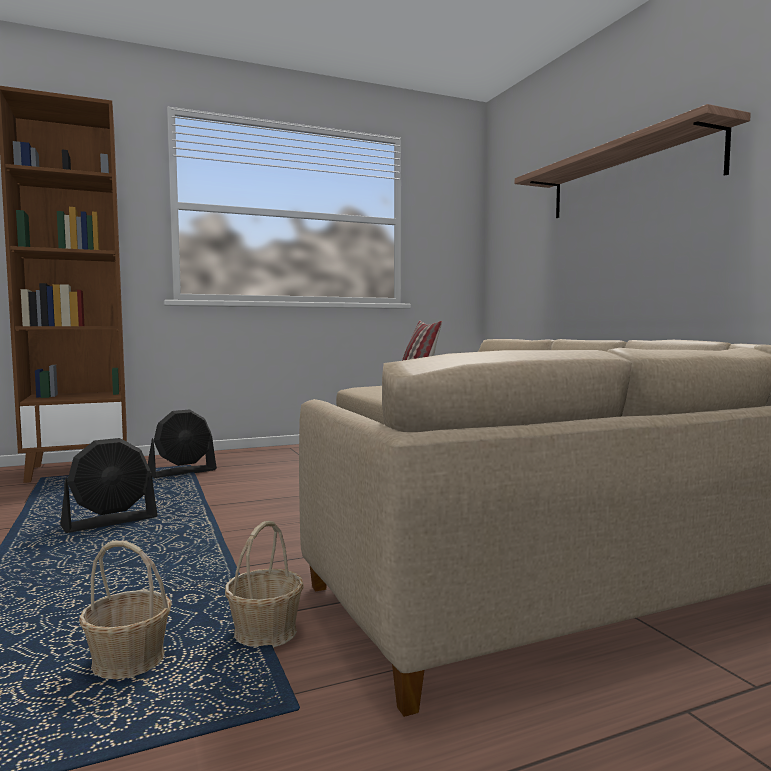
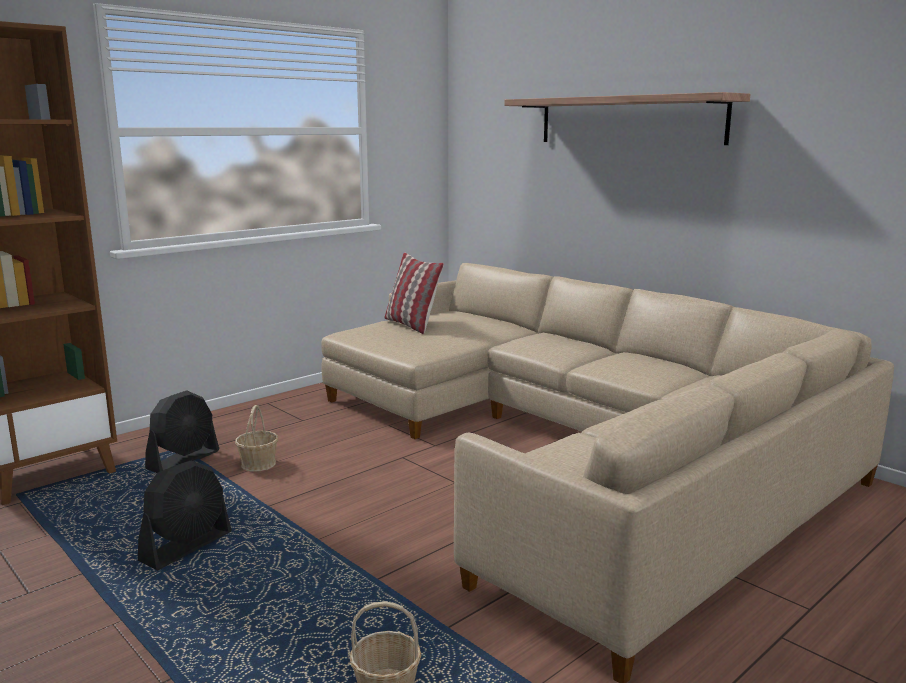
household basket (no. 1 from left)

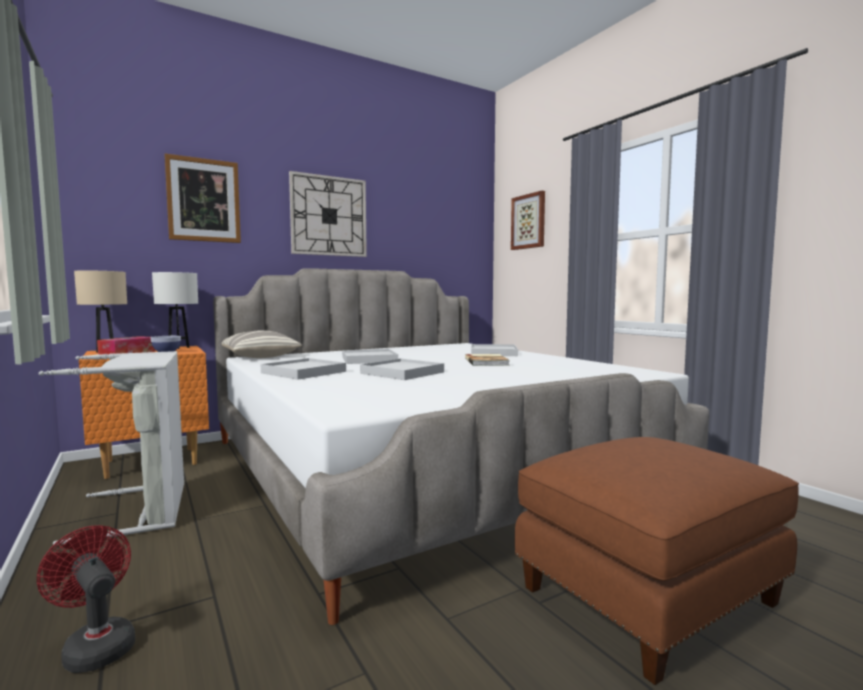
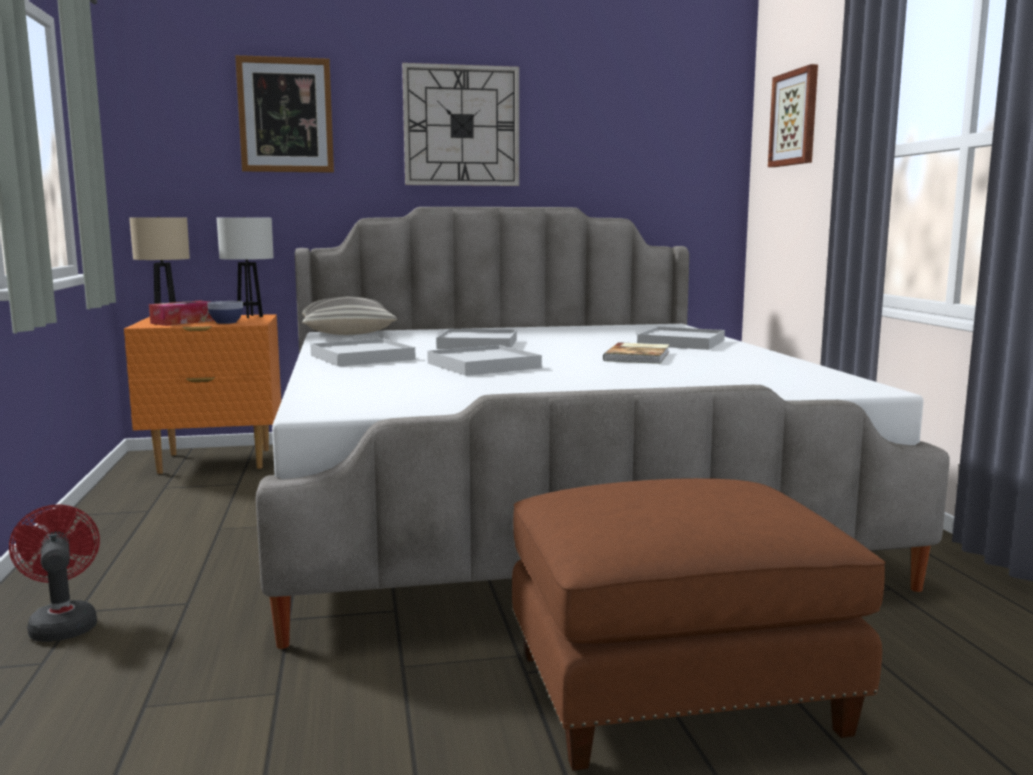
gray washing basket

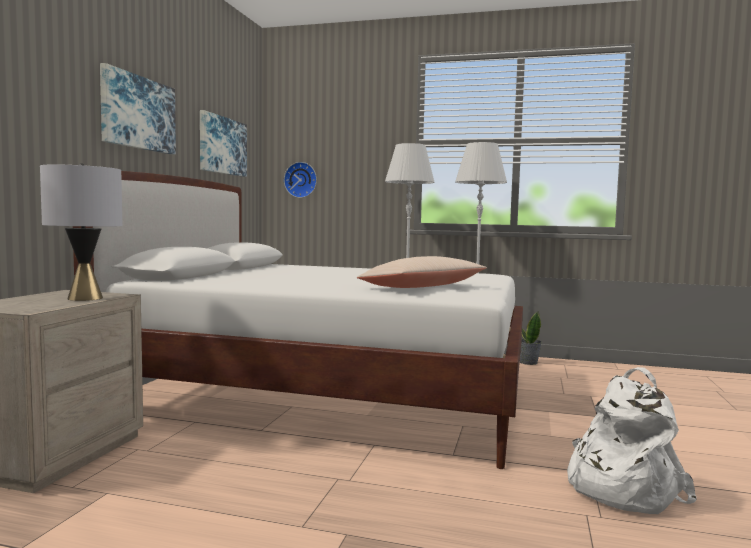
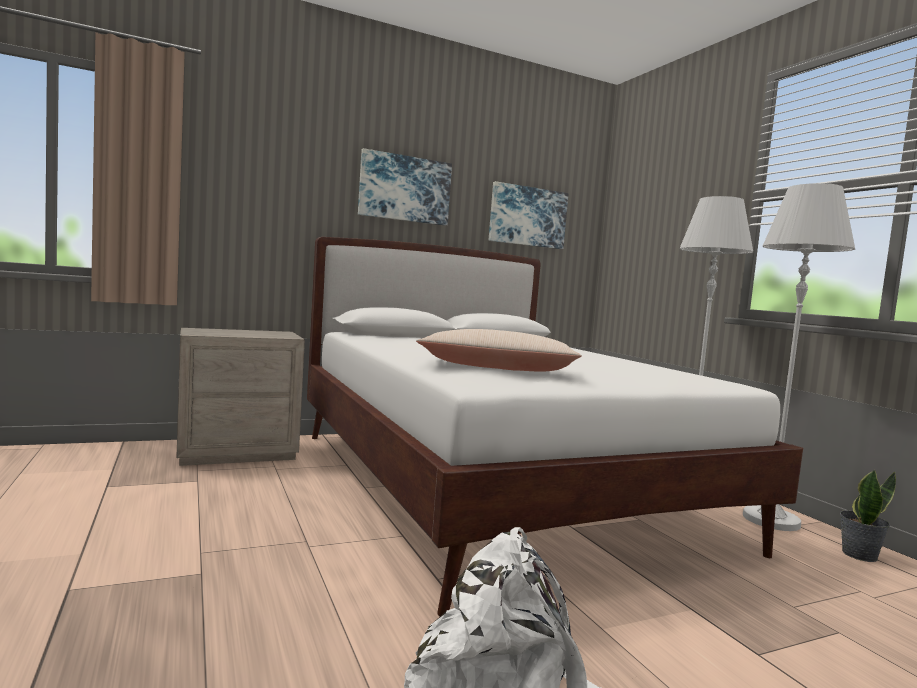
gray tabletop lamp
wall clock

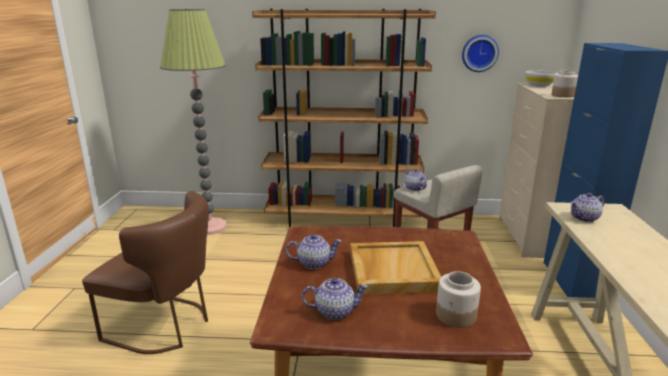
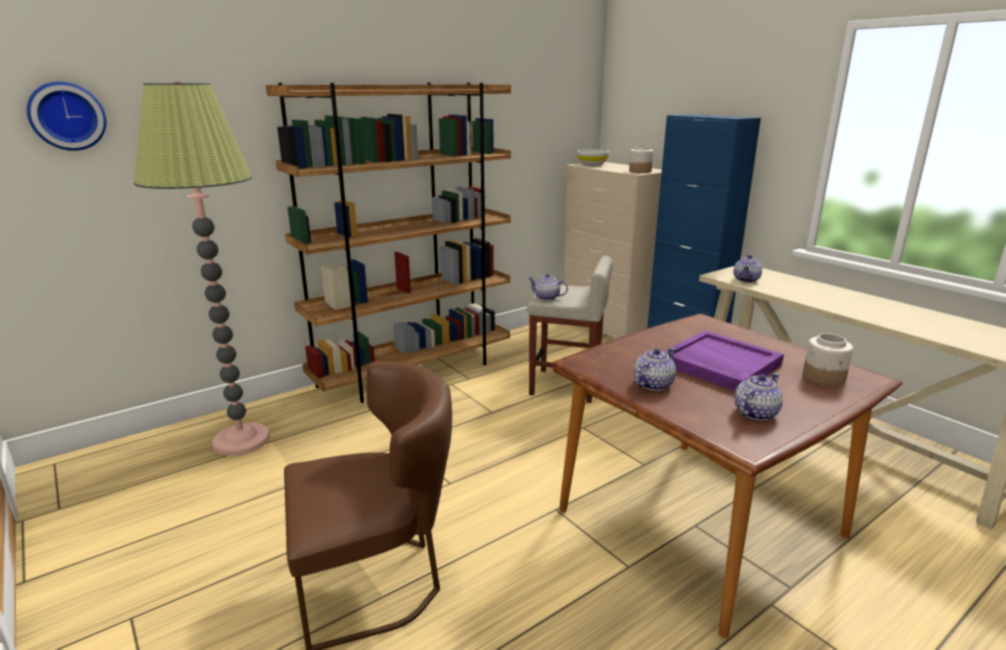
purplish serving tray
wall clock

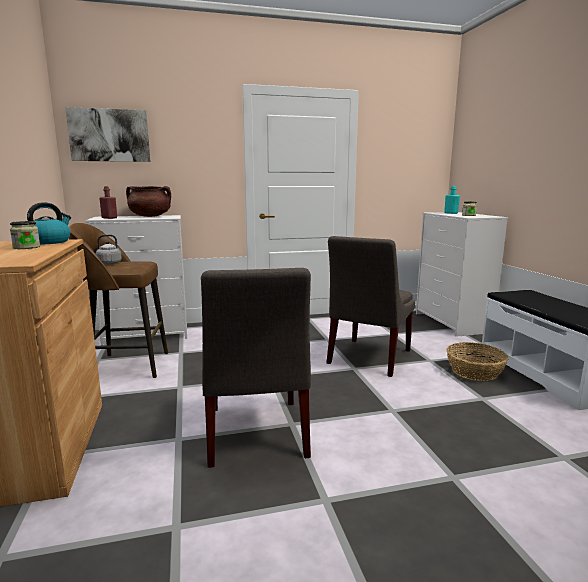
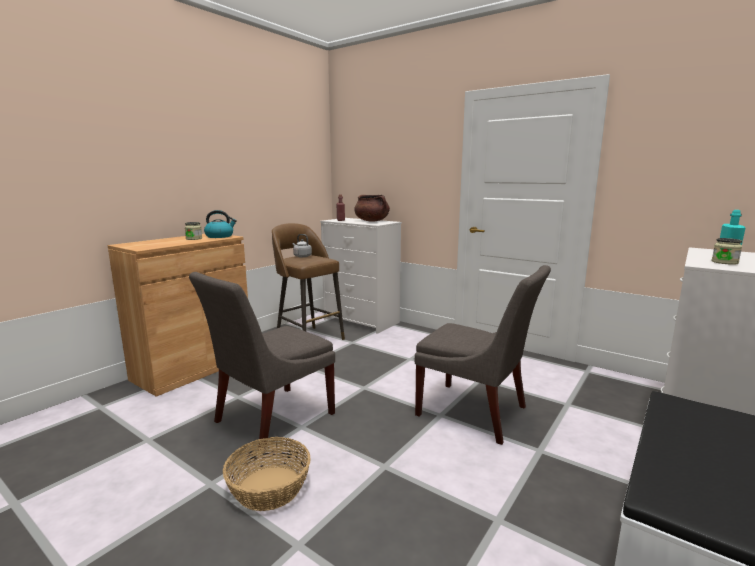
wall picture
gray chair (no. 2 from left)
household basket

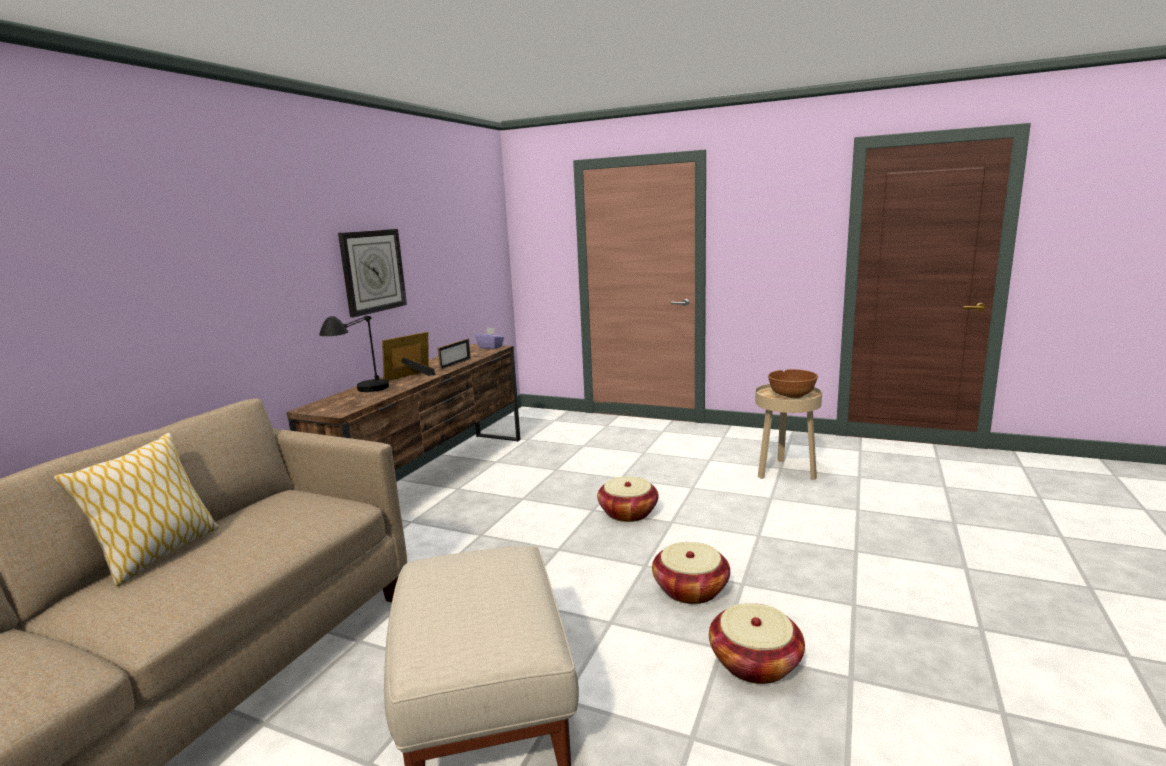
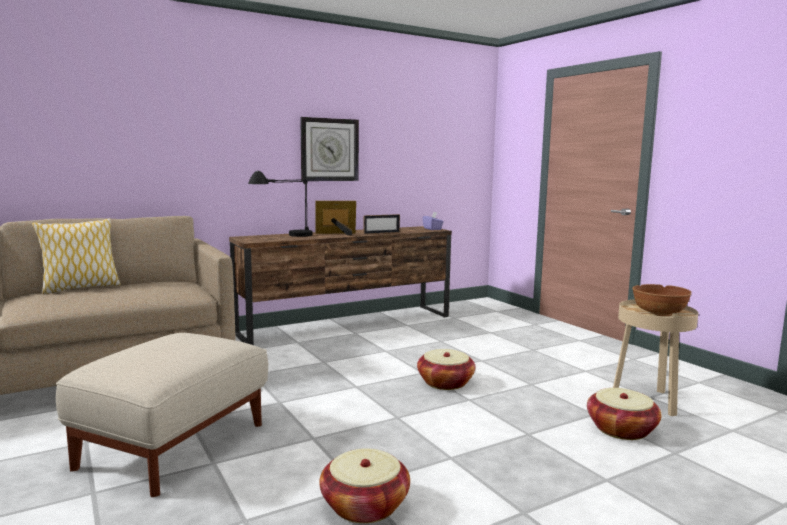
household basket (no. 3 from left)

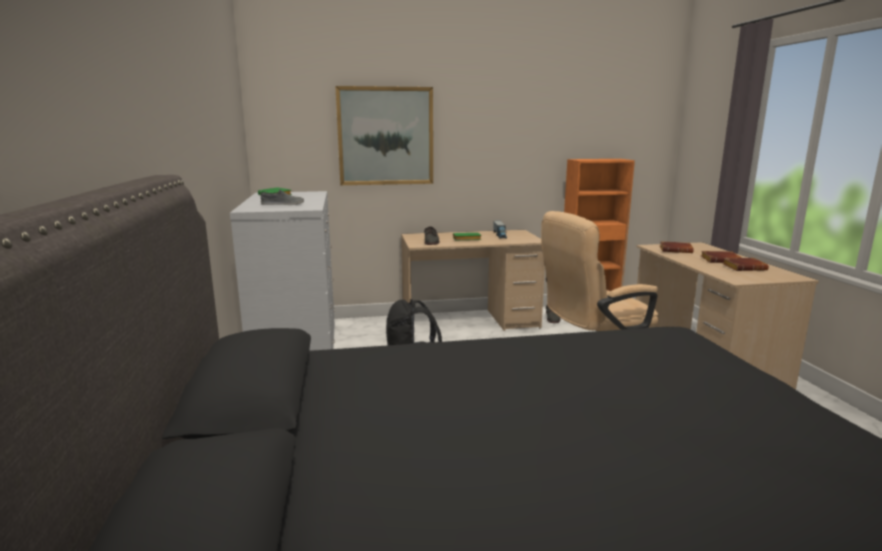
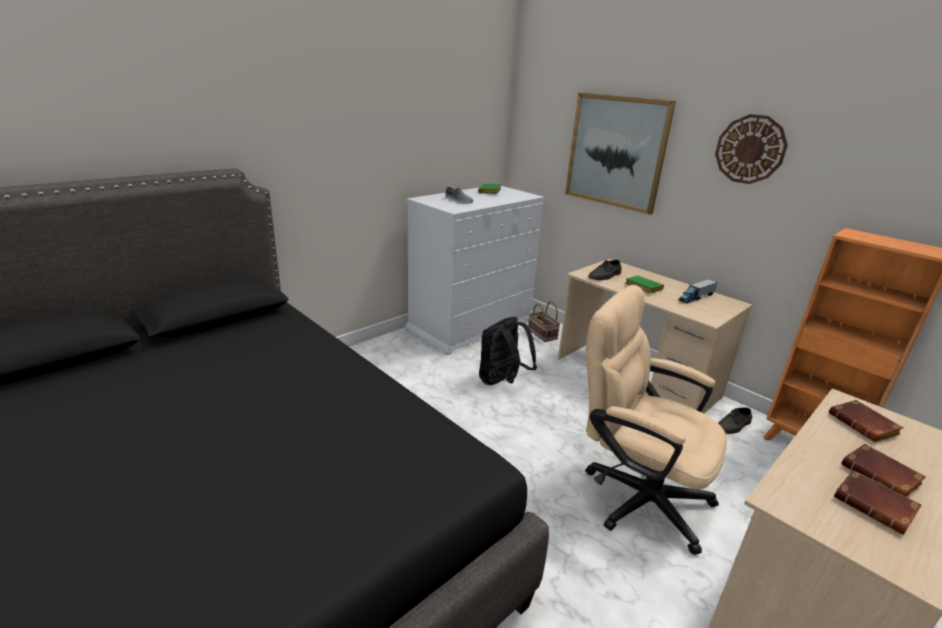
household basket
wall clock

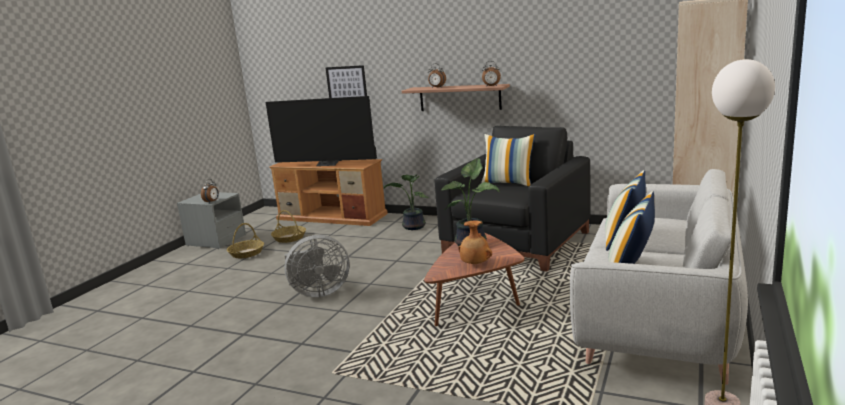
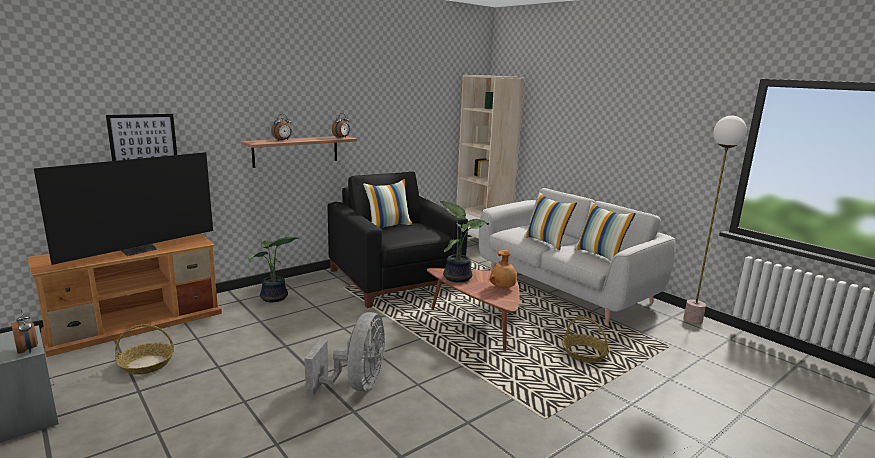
household basket (no. 2 from left)

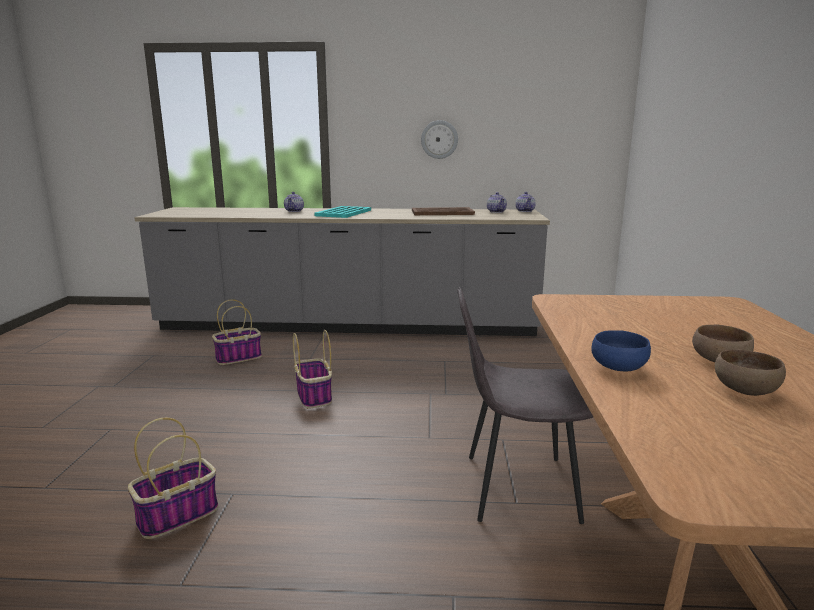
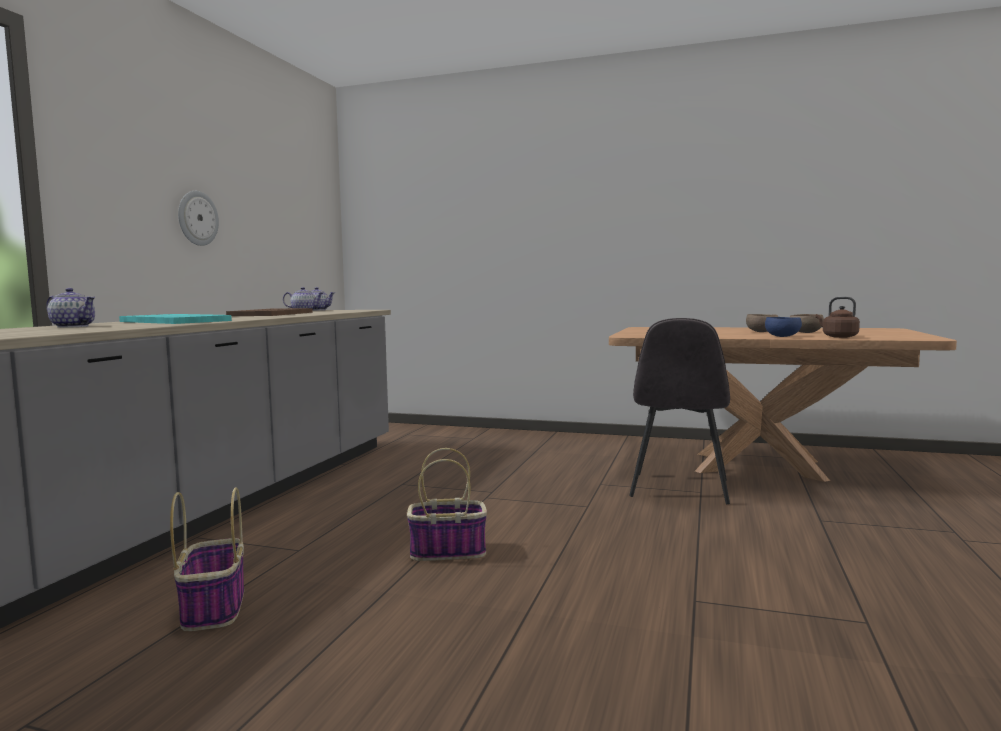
household basket (no. 1 from left in the first image)
brownish water kettle

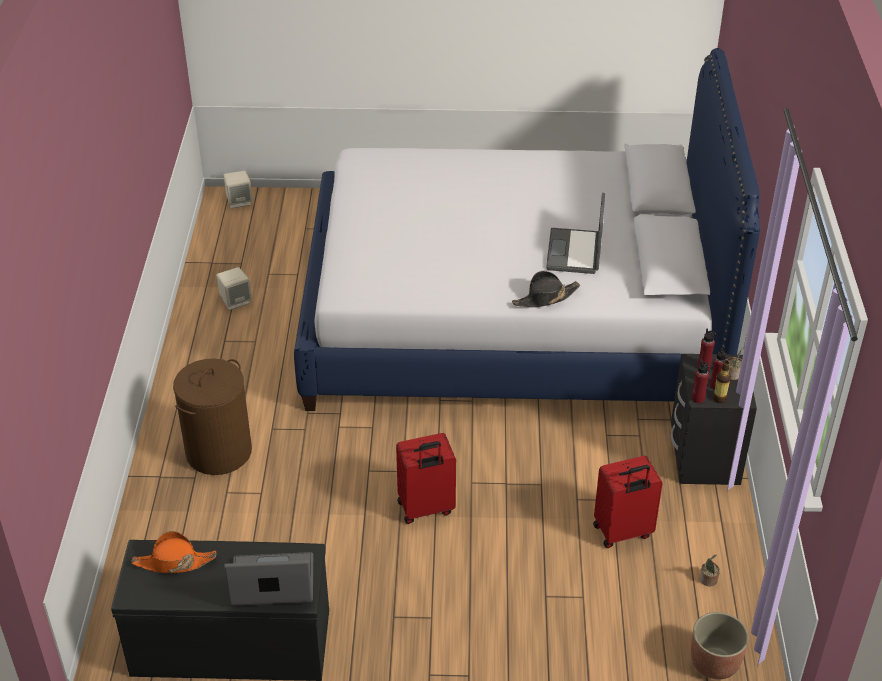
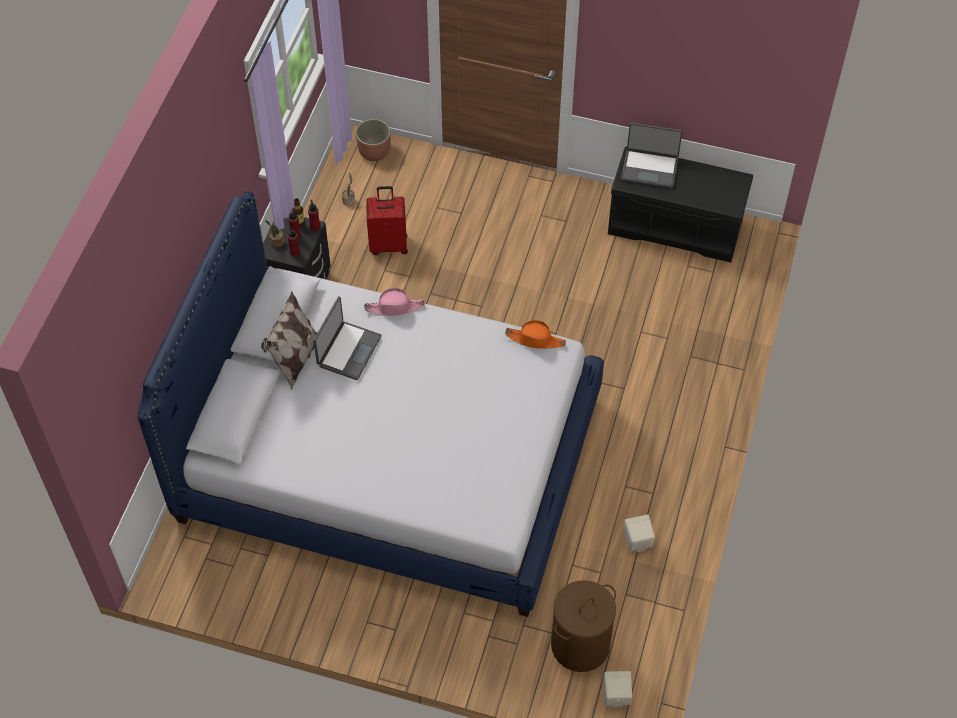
orange-coloured wearable hat
brownish washing basket
reddish travel case (no. 1 from left in the first image)
pink wearable hat
pillow

